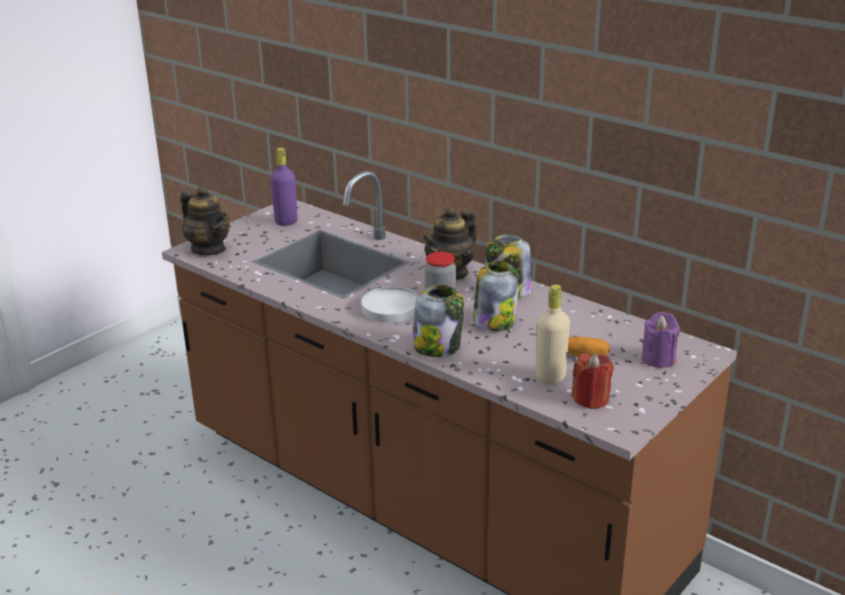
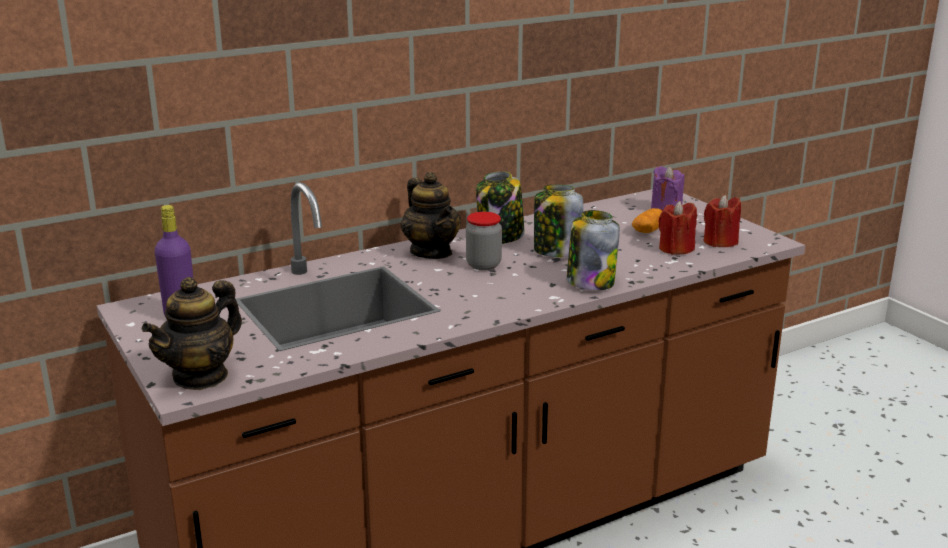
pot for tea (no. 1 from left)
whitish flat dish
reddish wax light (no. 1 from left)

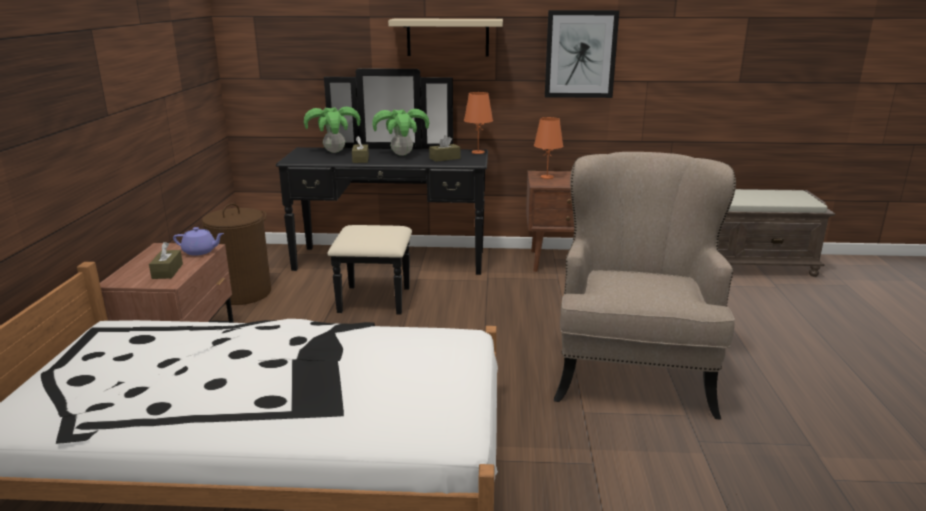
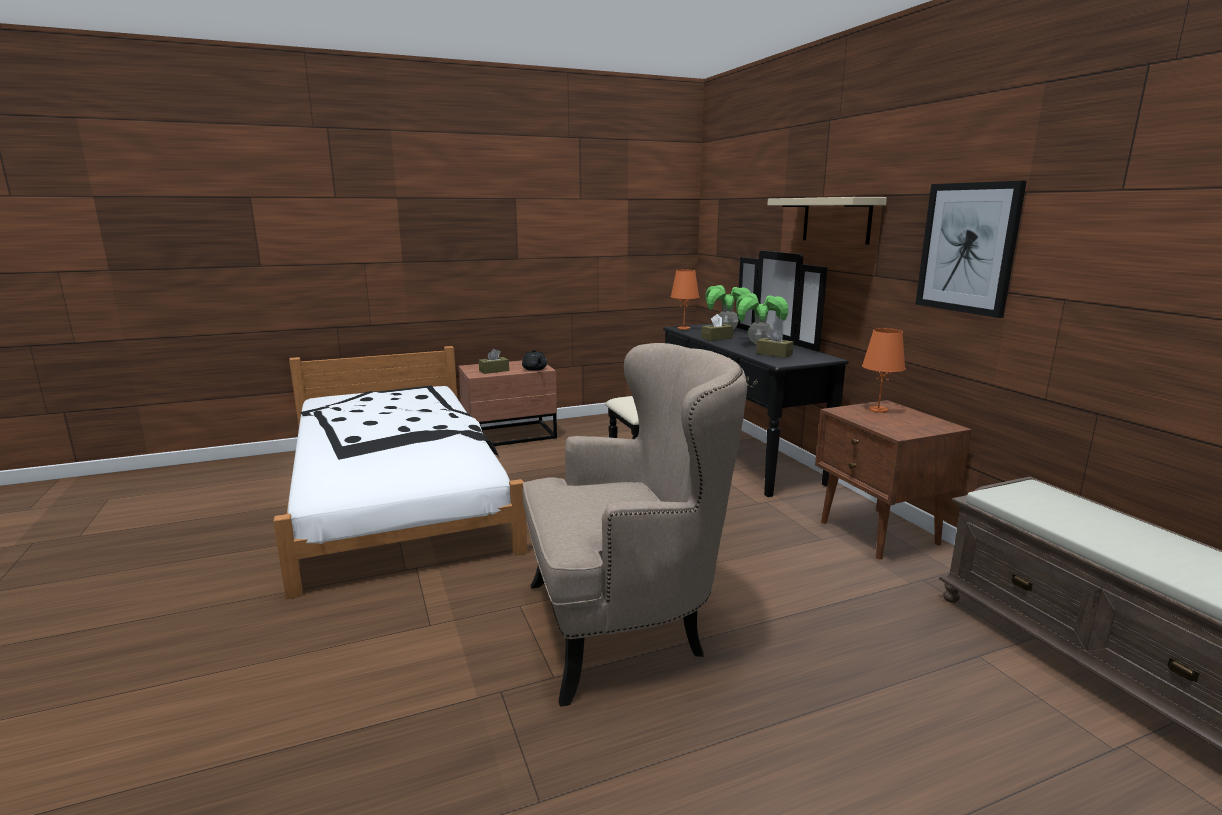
blackish pot for tea
brownish washing basket
orange-coloured tabletop lamp (no. 1 from left)

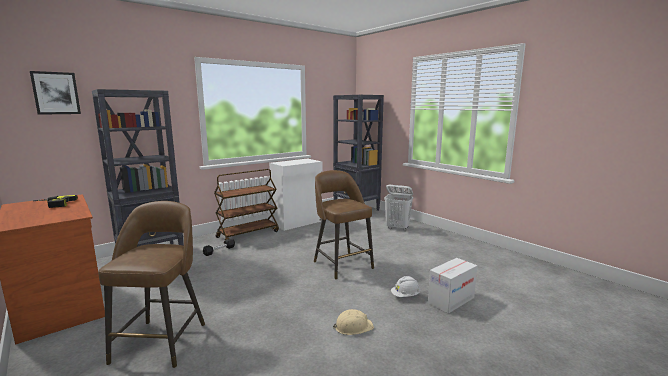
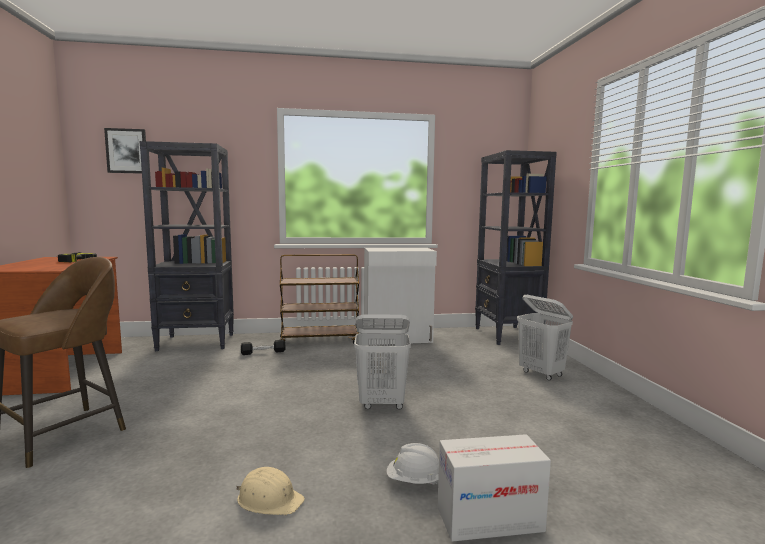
whitish washing basket (no. 1 from left)

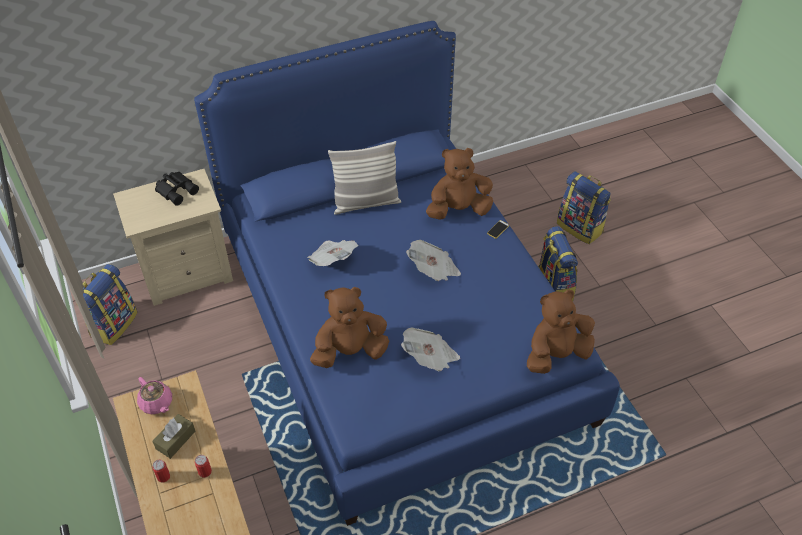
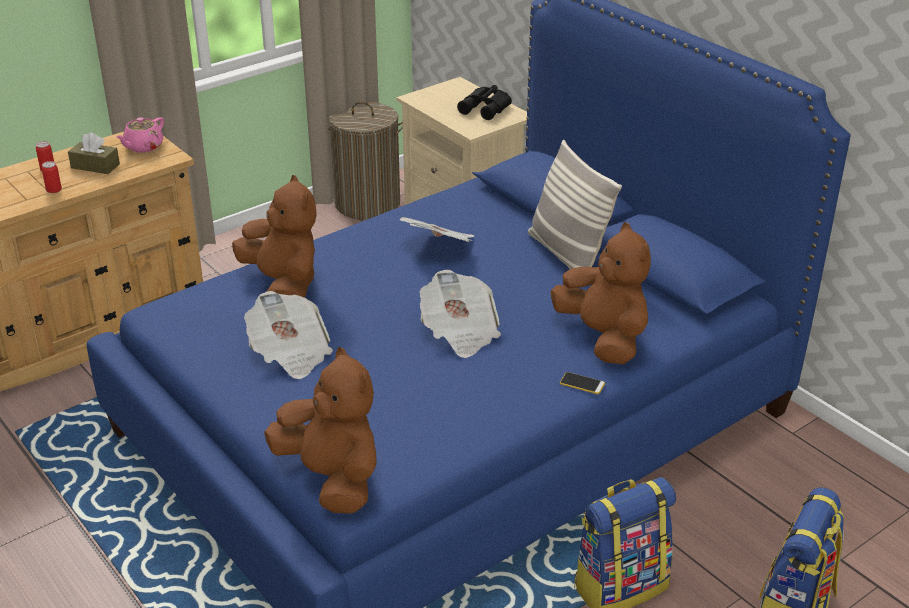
washing basket

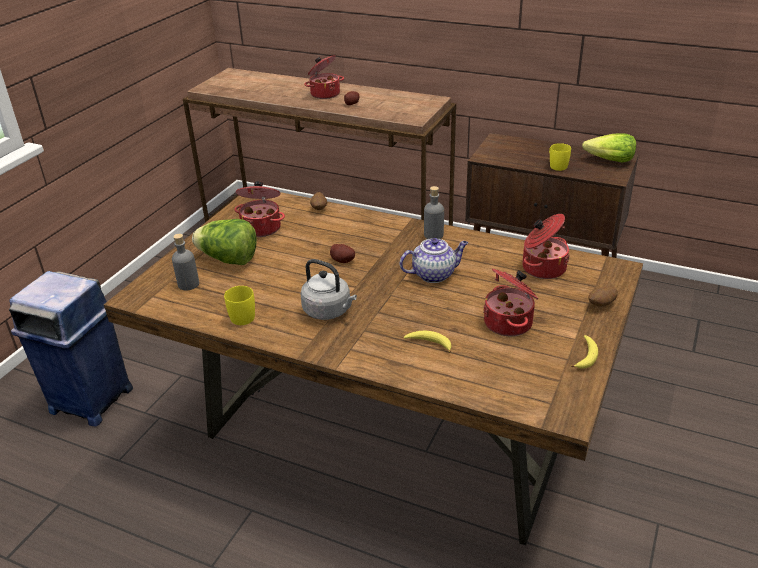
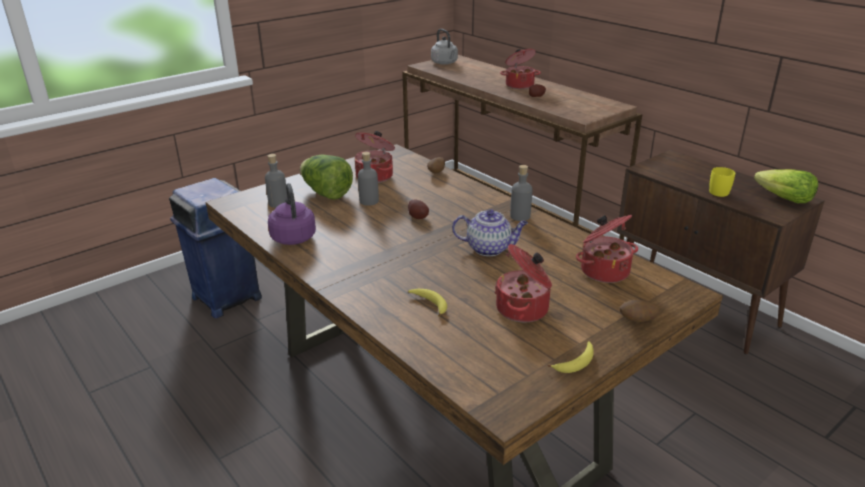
purplish water kettle
gray water kettle
gray bottle (no. 2 from left)

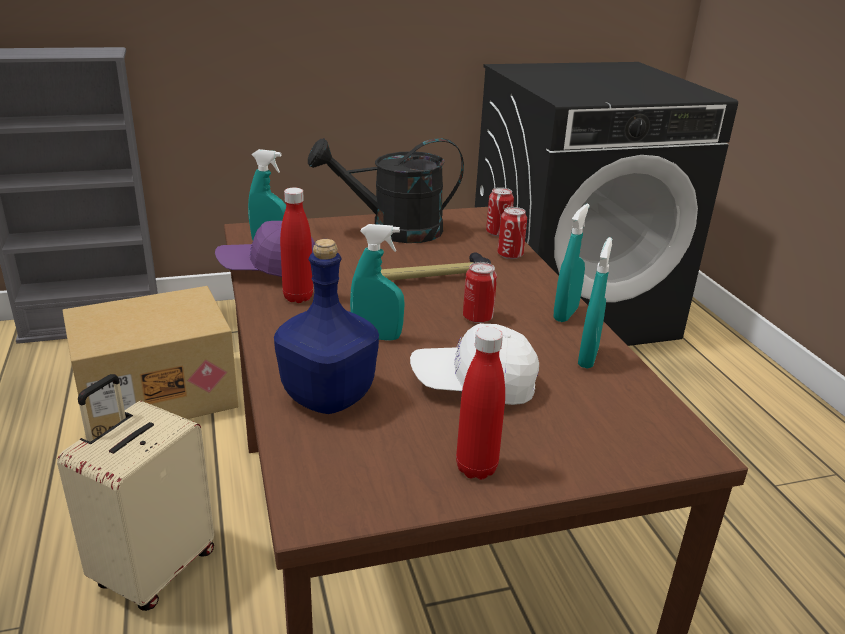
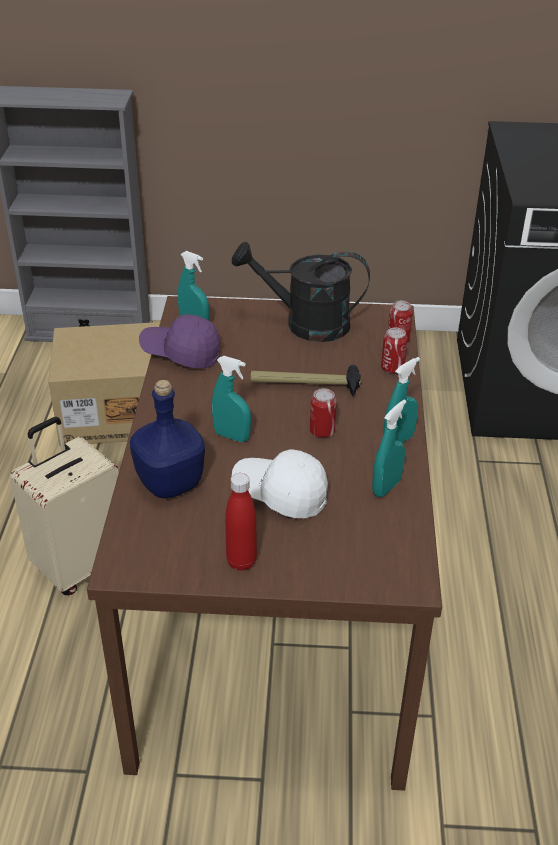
reddish bottle (no. 1 from left in the first image)

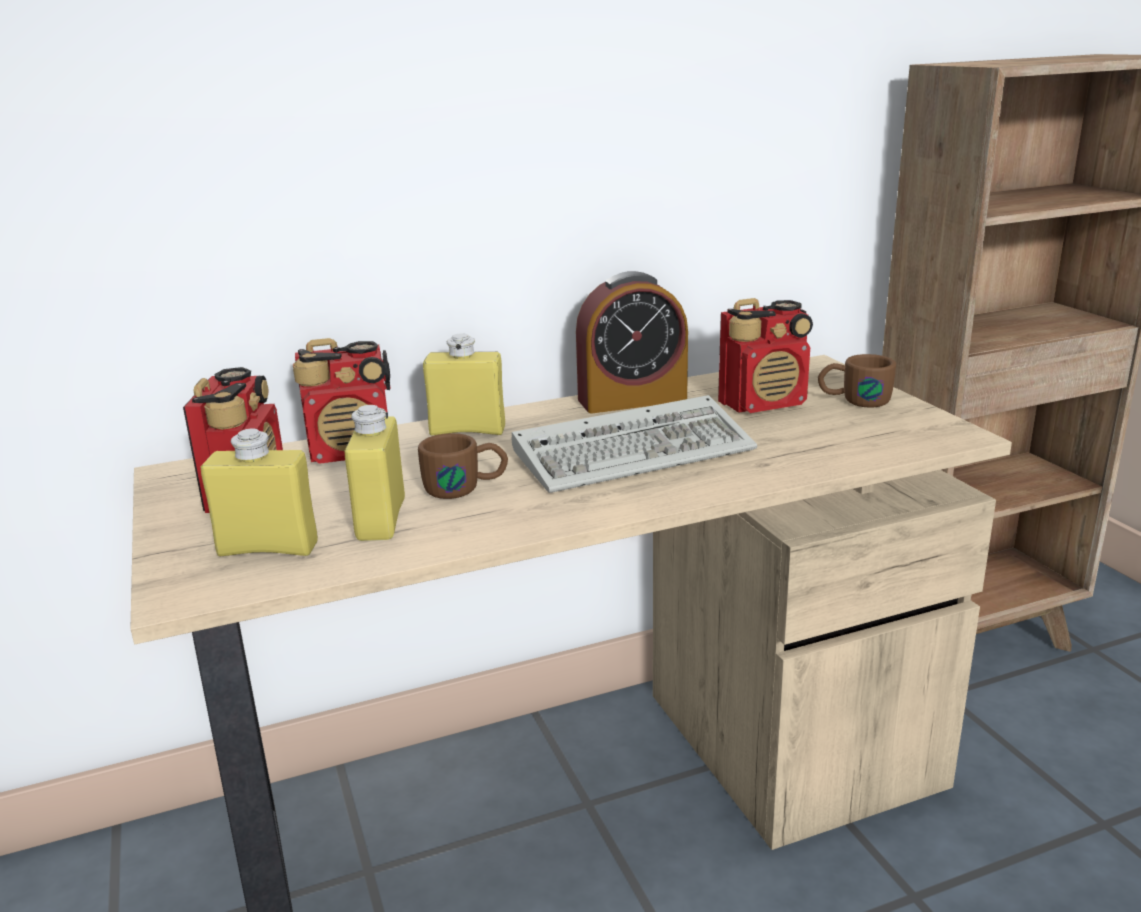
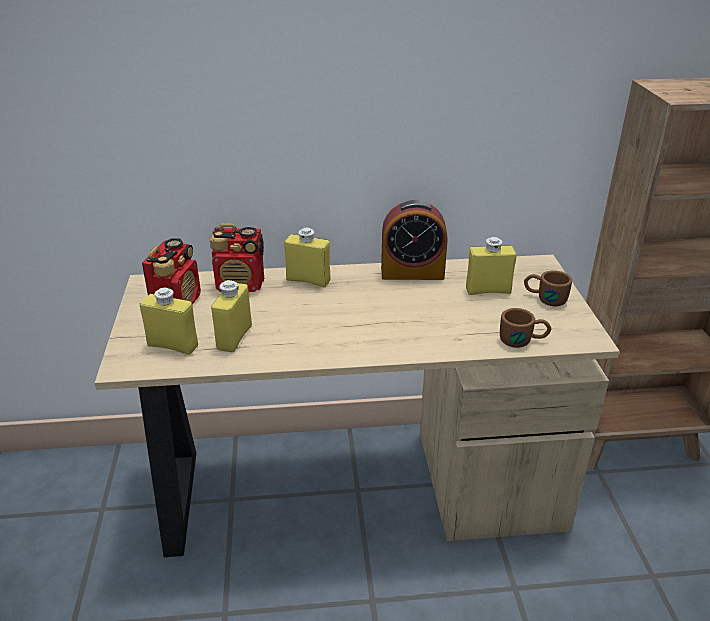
brownish coffee mug (no. 1 from left)
PC keyboard
yellow bottle (no. 4 from left)

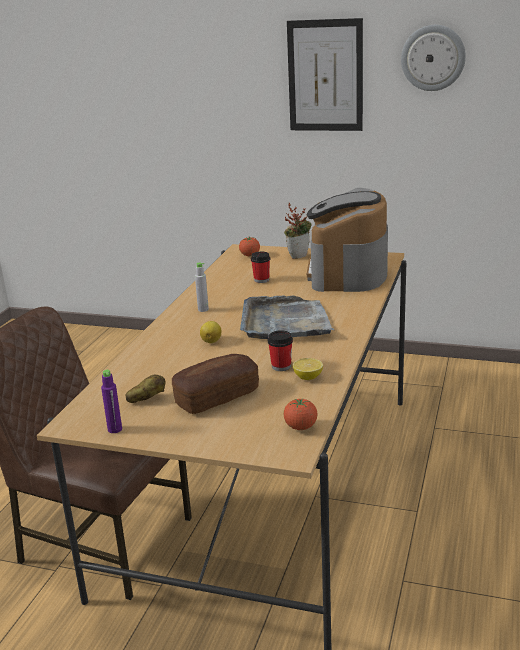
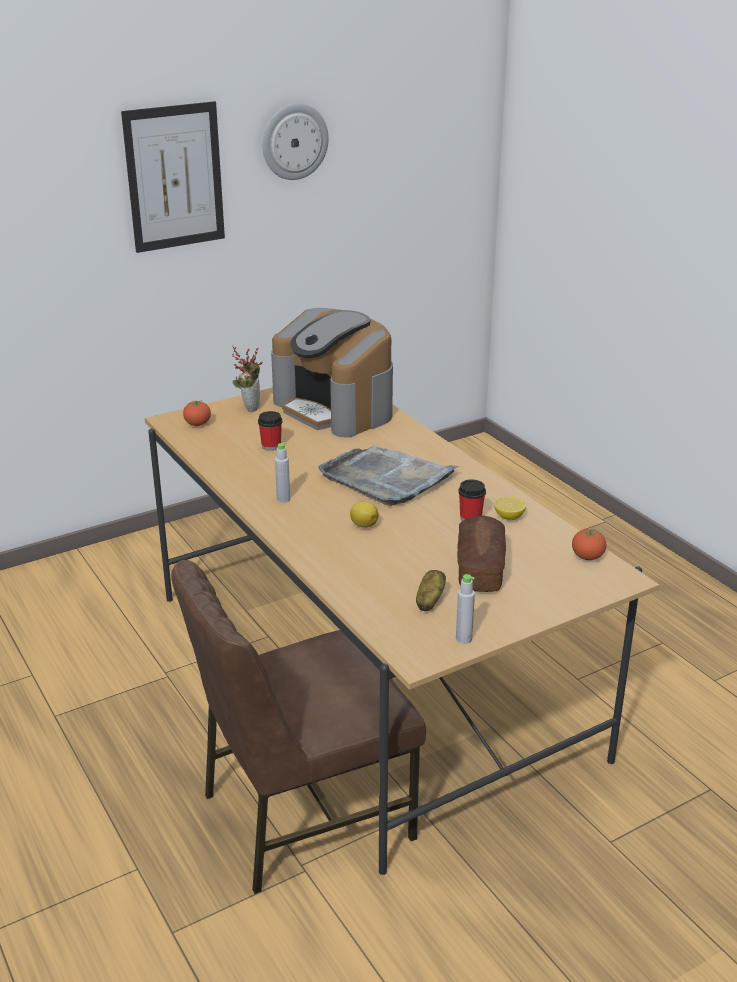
gray bottle (no. 2 from left)

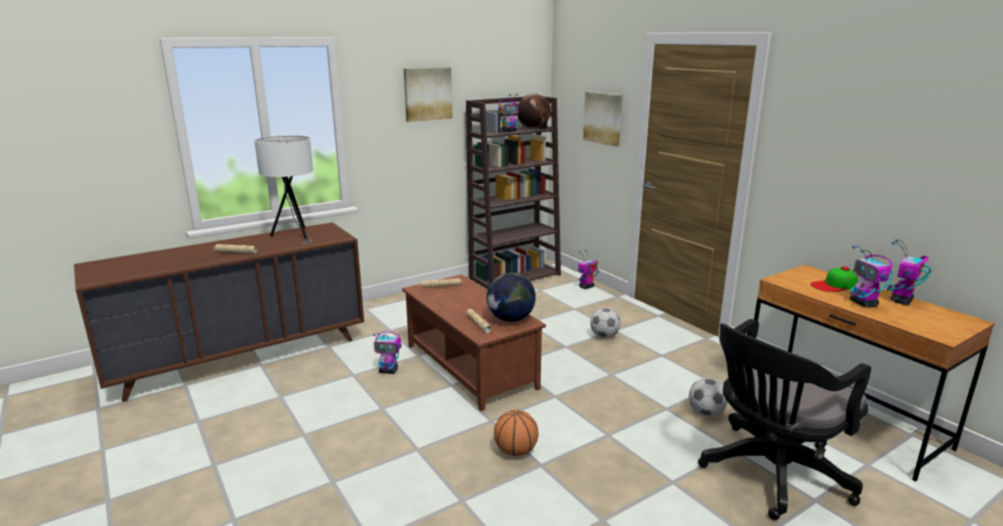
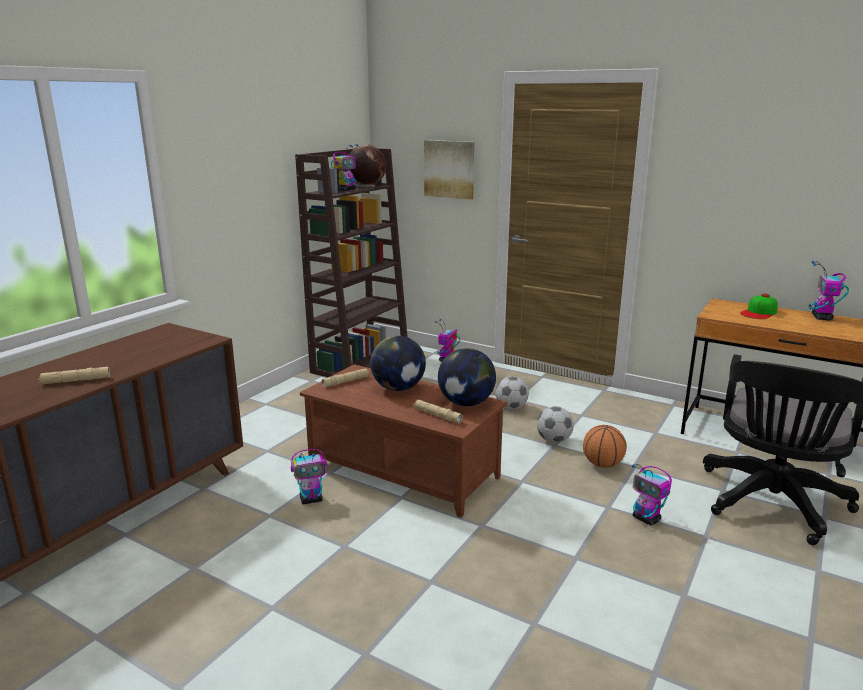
whitish tabletop lamp
wall picture (no. 1 from left in the first image)
ball for basketball
football (no. 2 from left)
model robot (no. 4 from left)
globe (no. 2 from left)

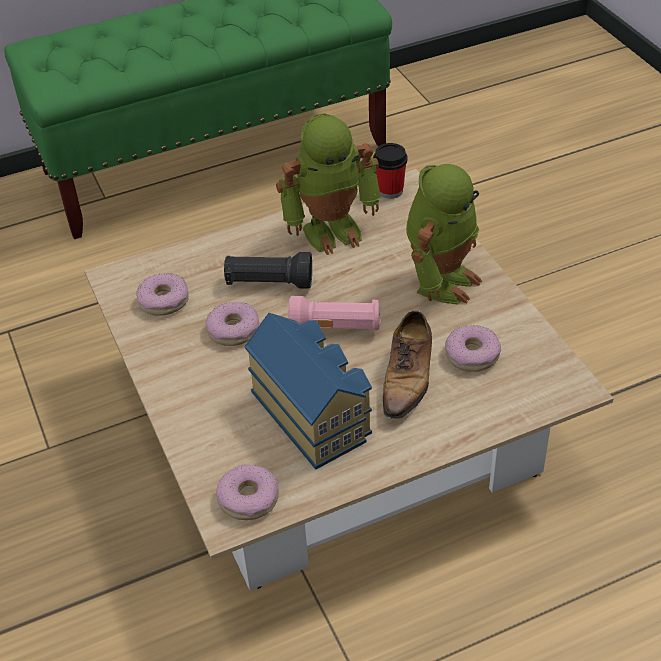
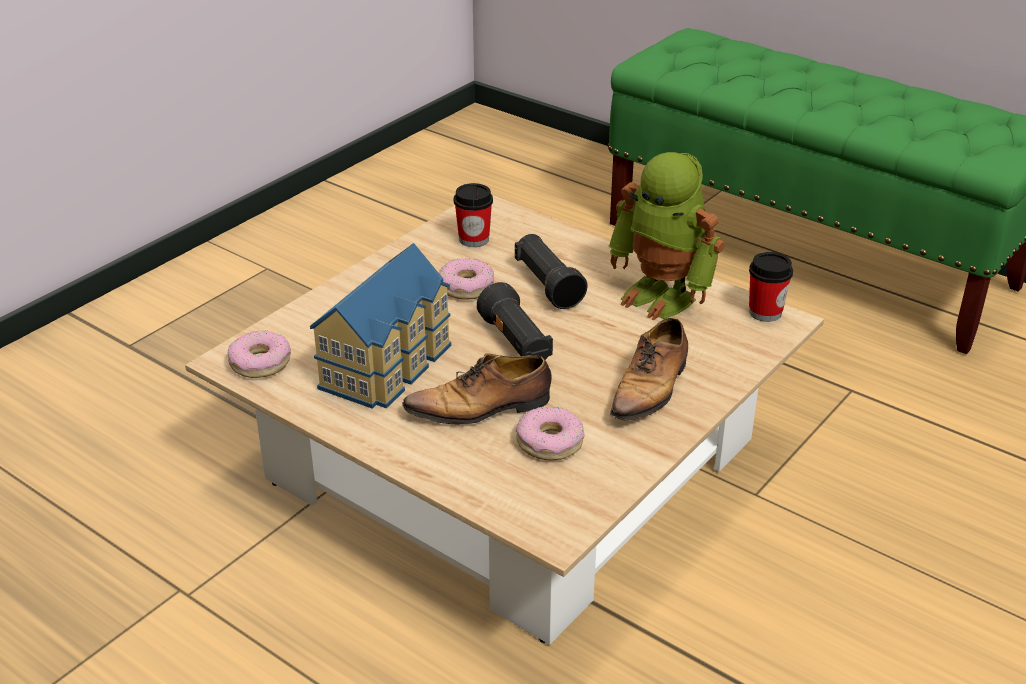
drinking cup (no. 1 from left)
blackish flashlight (no. 1 from left)
item of footwear (no. 2 from left)

